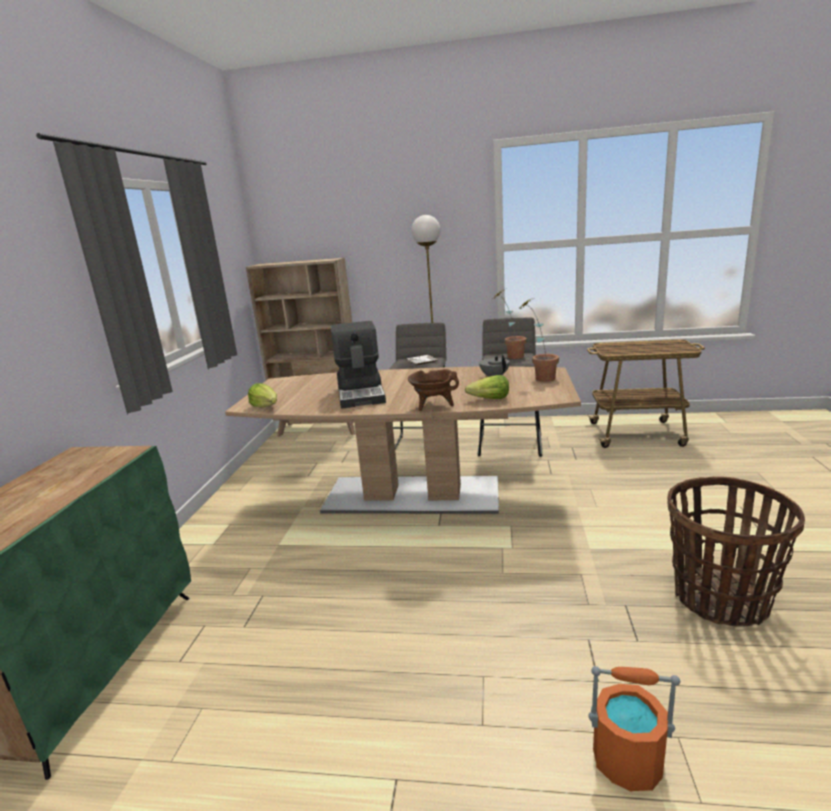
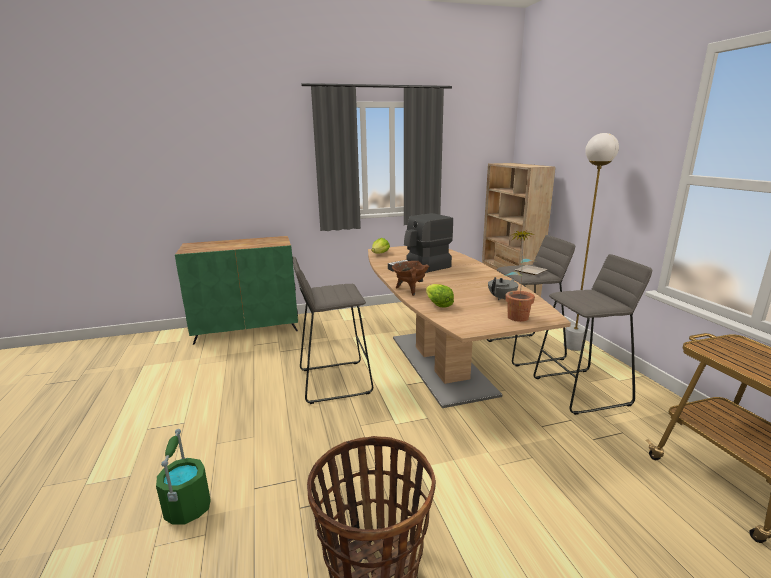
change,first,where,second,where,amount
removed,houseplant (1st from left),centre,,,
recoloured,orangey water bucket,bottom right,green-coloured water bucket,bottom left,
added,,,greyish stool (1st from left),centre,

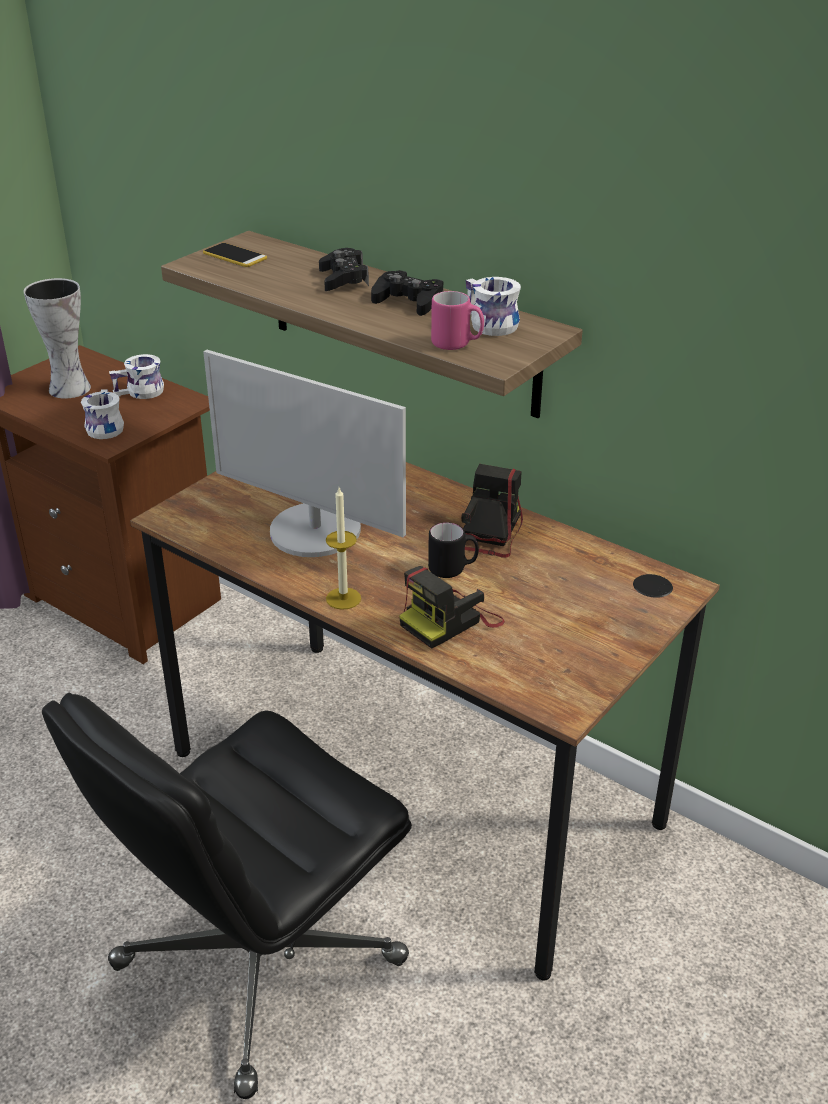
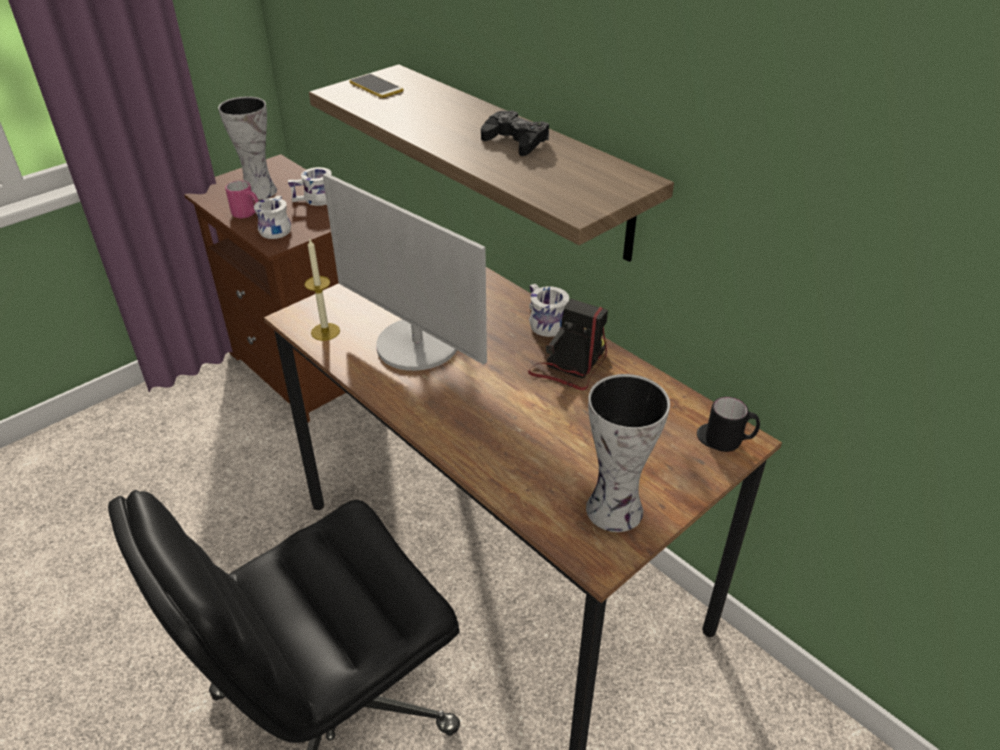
change,first,where,second,where,amount
removed,blackish joypad (1st from left),top centre,,,
moved,white-coloured coffee mug (3rd from left),top centre,,centre,
moved,pink-coloured coffee mug,top centre,,top left,
moved,wax light,centre,,middle left,
moved,blackish coffee mug,centre,,middle right,
removed,photo camera (1st from left),centre,,,
added,,,vase (2nd from left),centre,

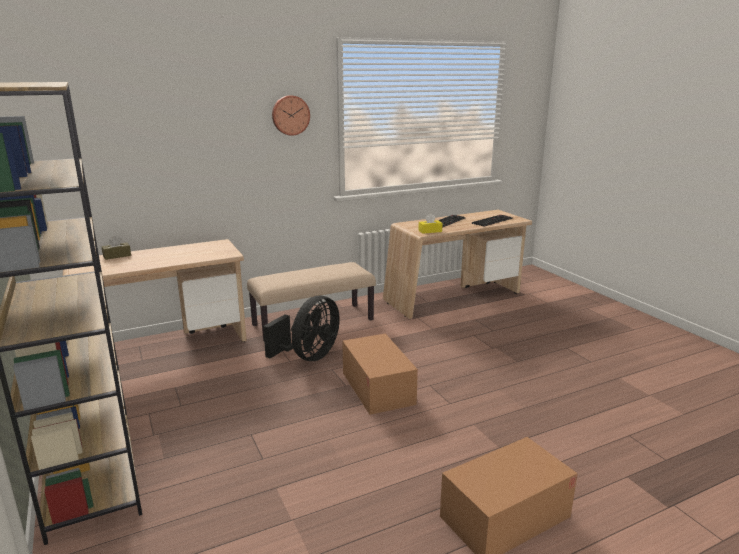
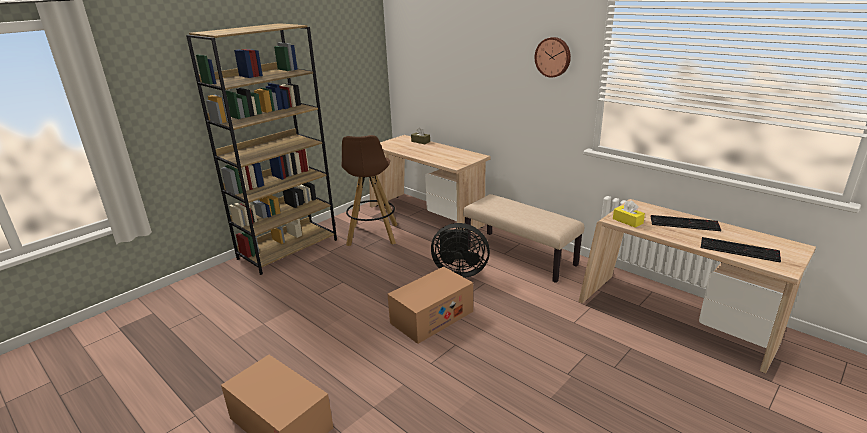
change,first,where,second,where,amount
added,,,brown stool,centre,

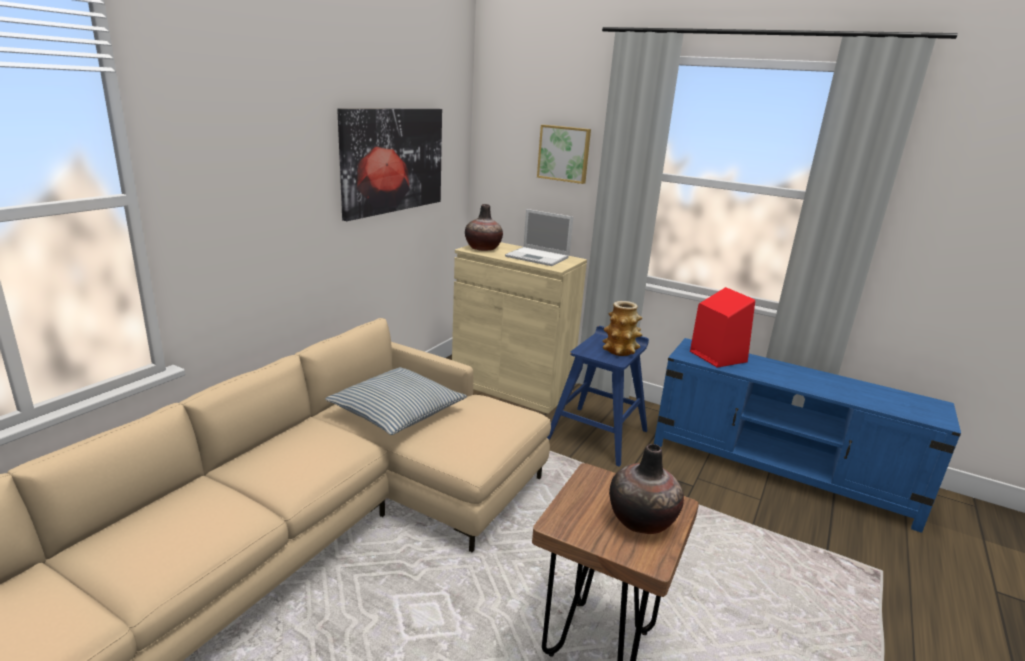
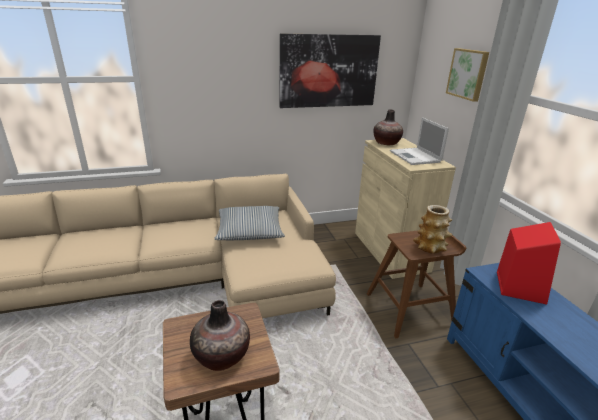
change,first,where,second,where,amount
recoloured,blue stool,centre,brown stool (2nd from left),bottom right,

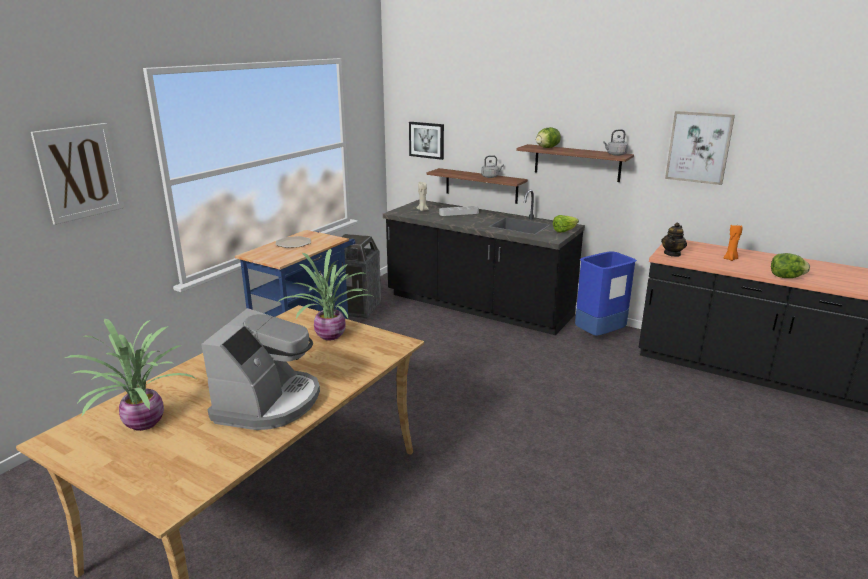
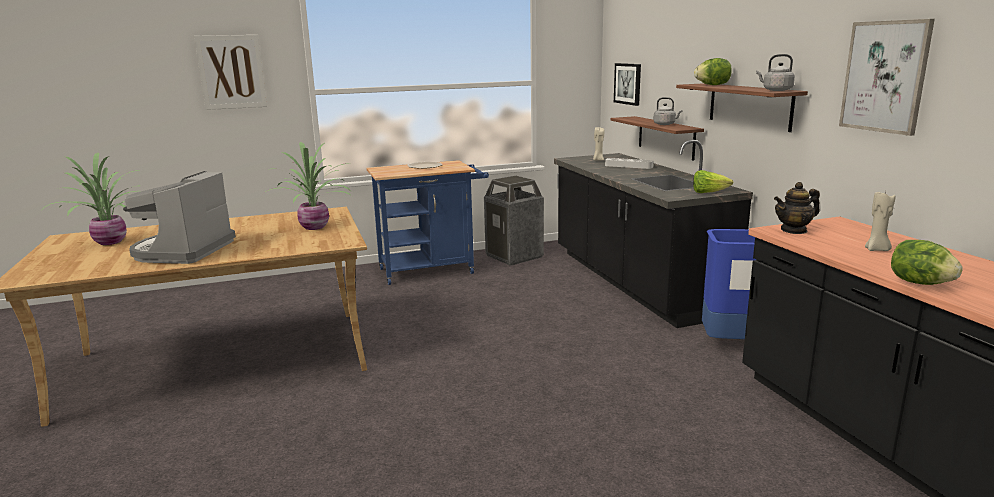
change,first,where,second,where,amount
recoloured,orangey wax light,middle right,beige-coloured wax light (2nd from left),middle right,
turned,coffee maker,middle left,,middle left,135 degrees clockwise

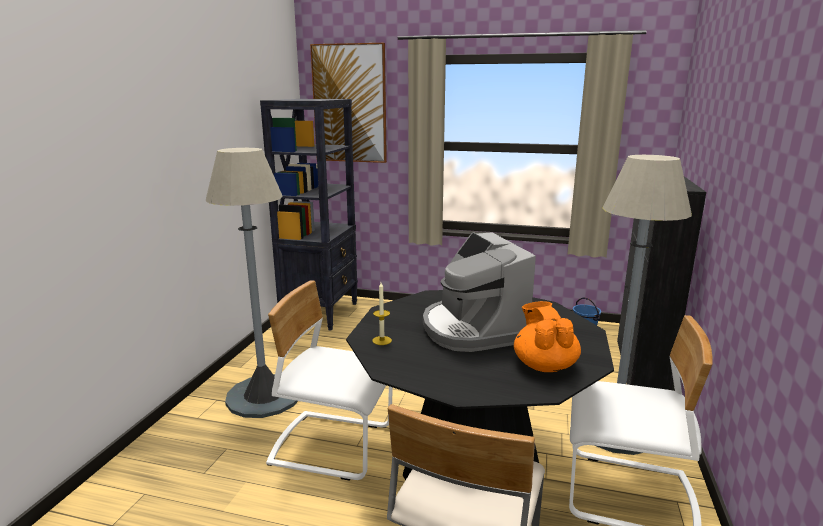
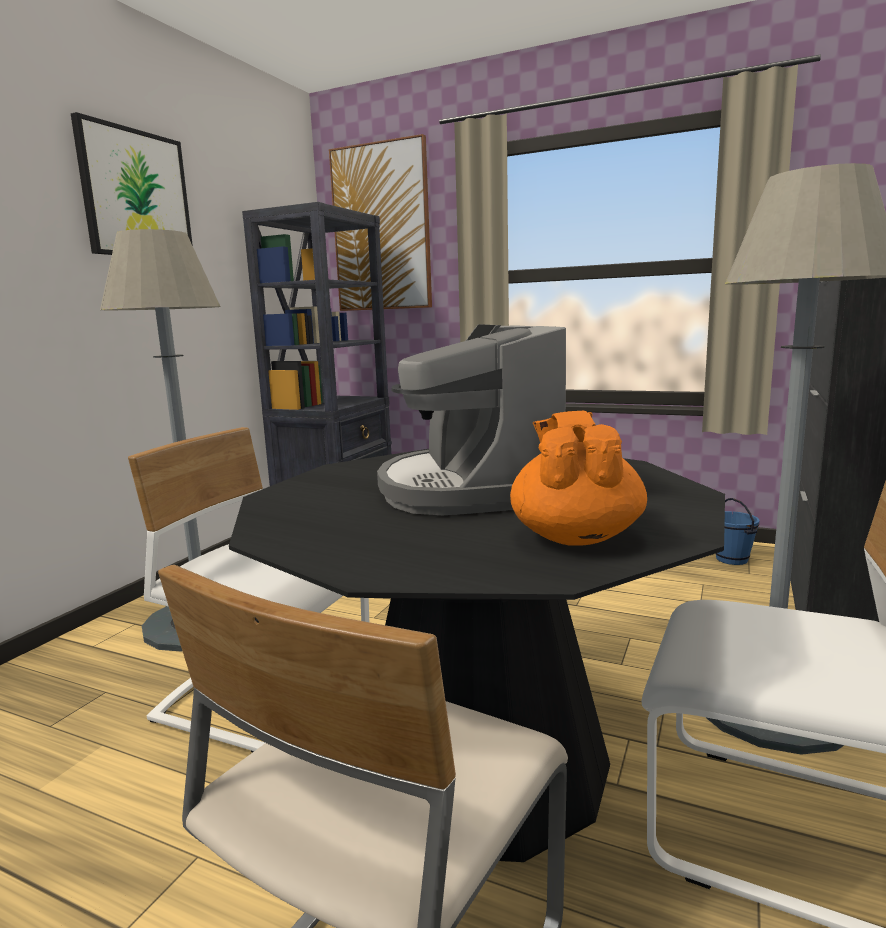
change,first,where,second,where,amount
removed,wax light,centre,,,
added,,,wall art (1st from left),top left,

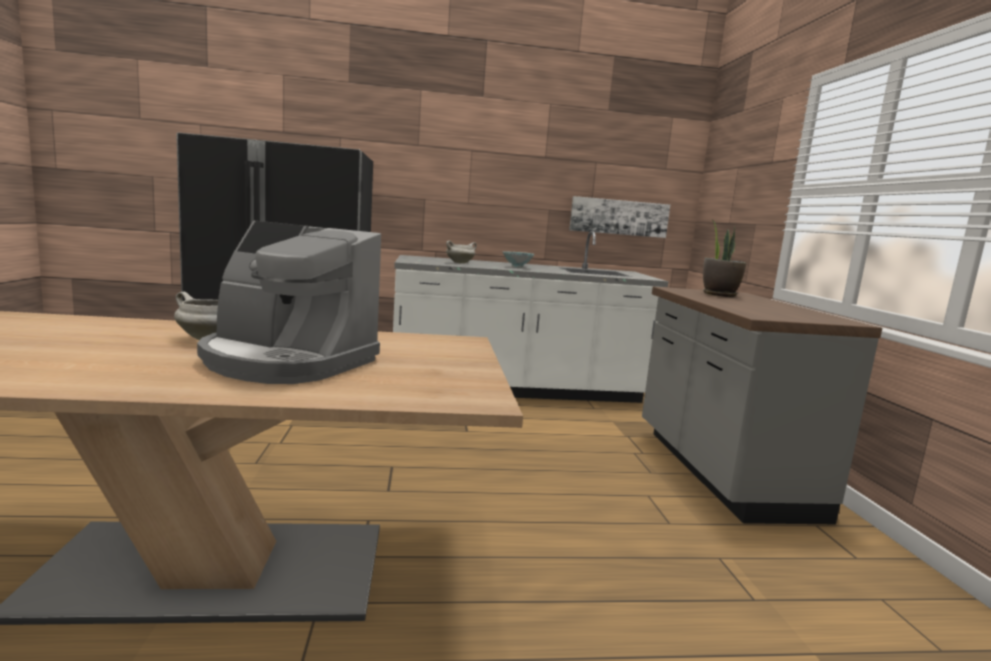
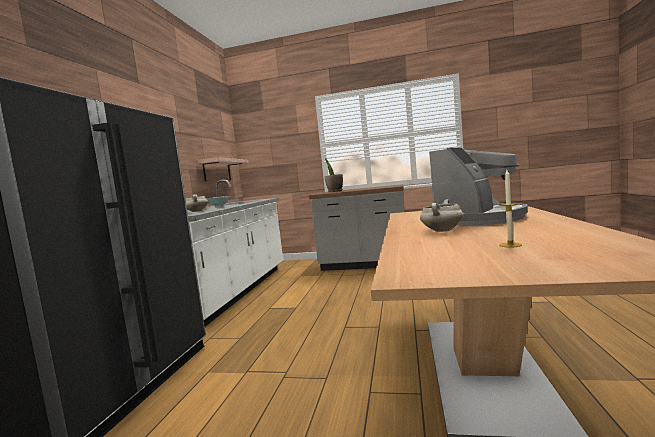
change,first,where,second,where,amount
replaced,wall art,top centre,bracket shelf,centre,
added,,,wax light,middle right,

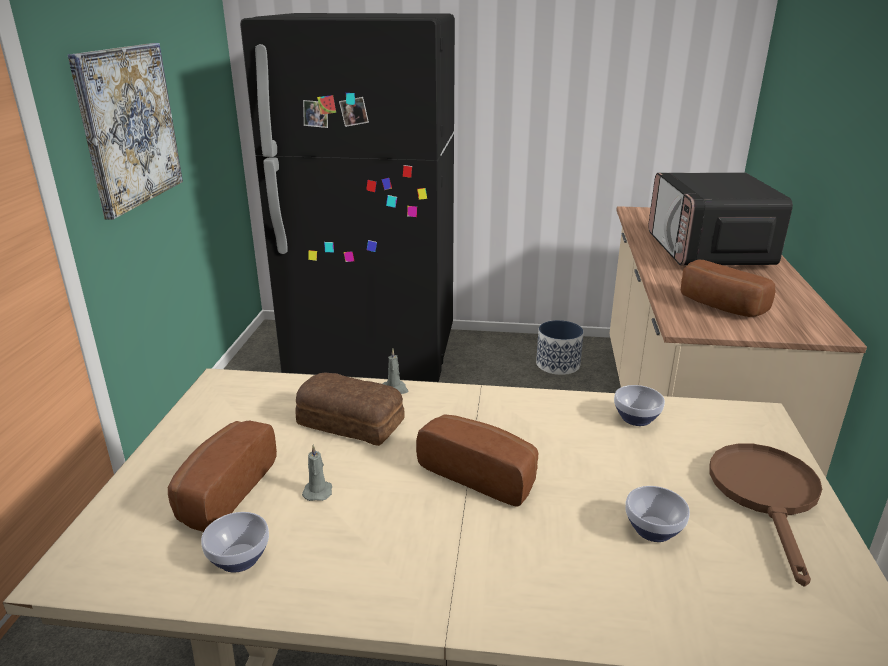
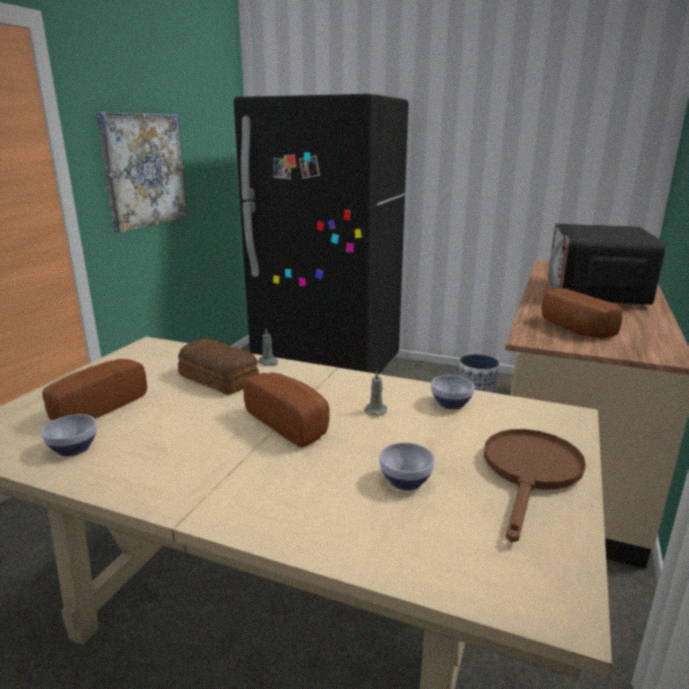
change,first,where,second,where,amount
moved,greyish wax light (1st from left in the first image),bottom centre,greyish wax light (2nd from left),centre,

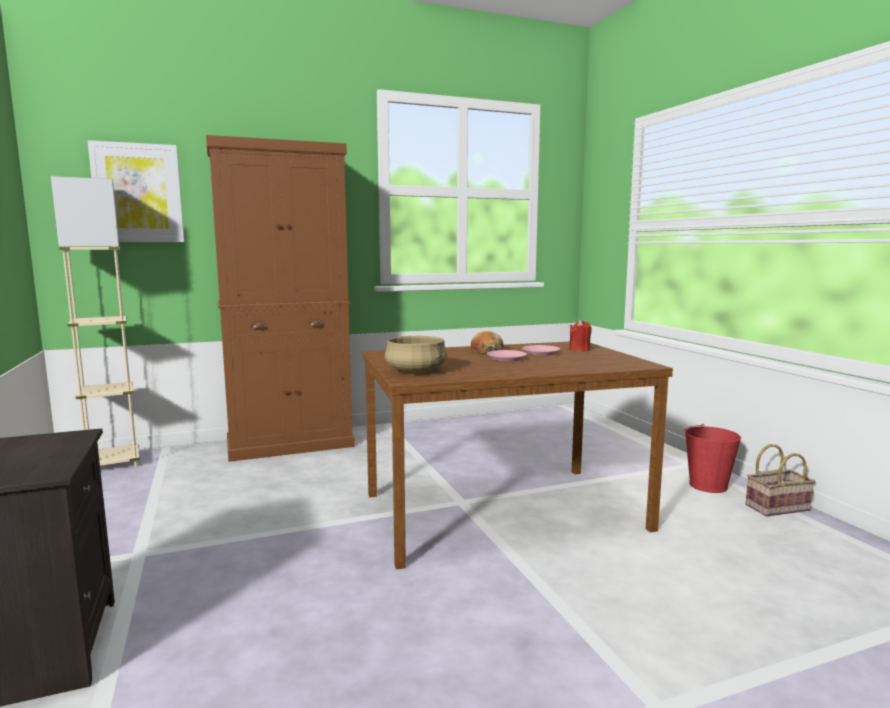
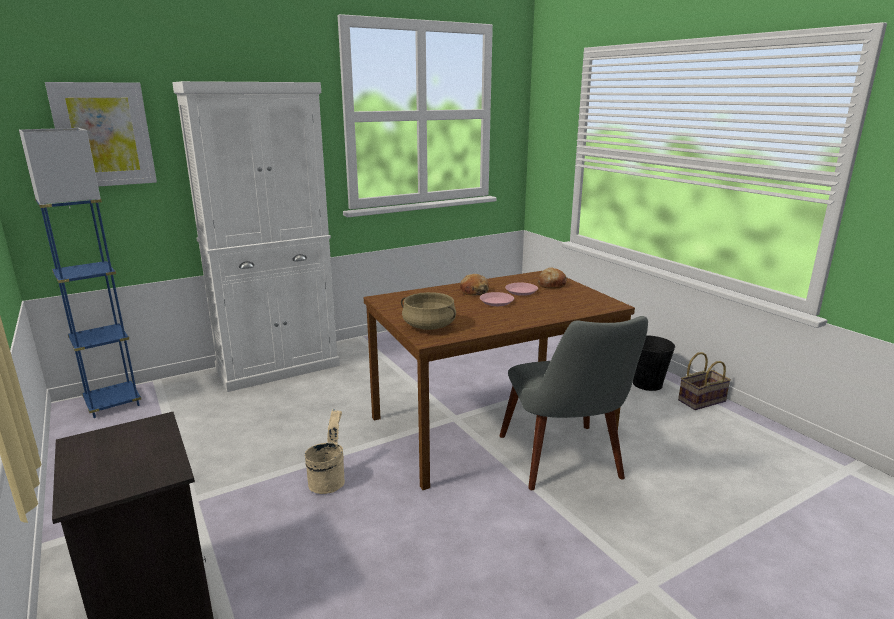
change,first,where,second,where,amount
recoloured,brown cabinet,middle left,white-coloured cabinet,middle left,
recoloured,beige-coloured standard lamp,middle left,blue standard lamp,middle left,
replaced,red wax light,centre,bakery bread (2nd from left),centre,
recoloured,red water bucket,middle right,blackish water bucket,middle right,
added,,,greyish chair,centre,
added,,,beige-coloured water bucket,bottom centre,

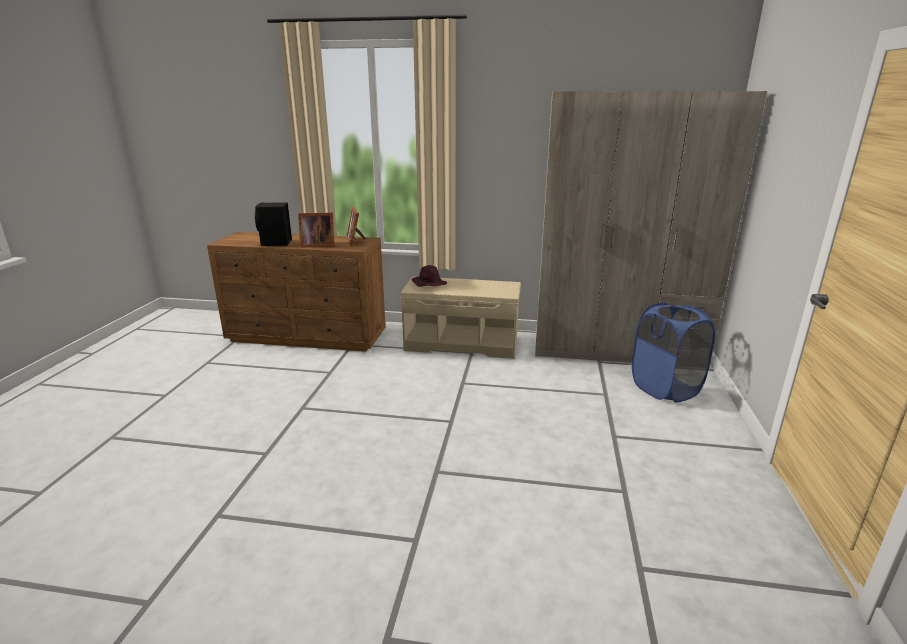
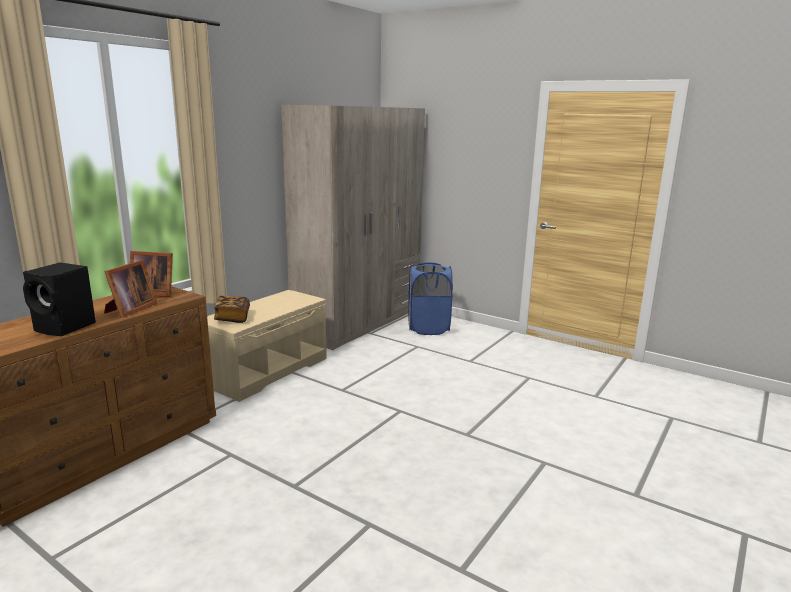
change,first,where,second,where,amount
replaced,purple-coloured hat,centre,book,middle left,

